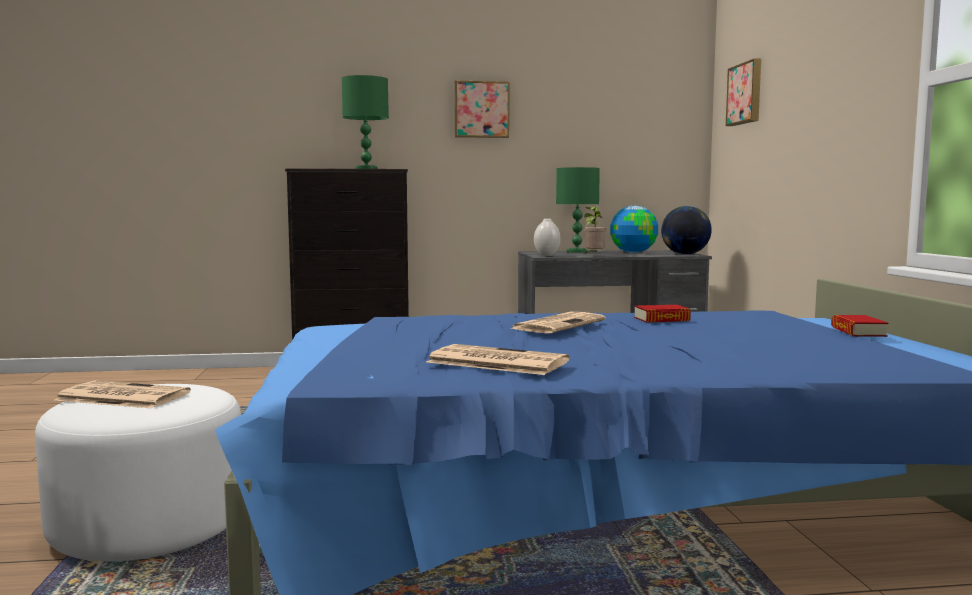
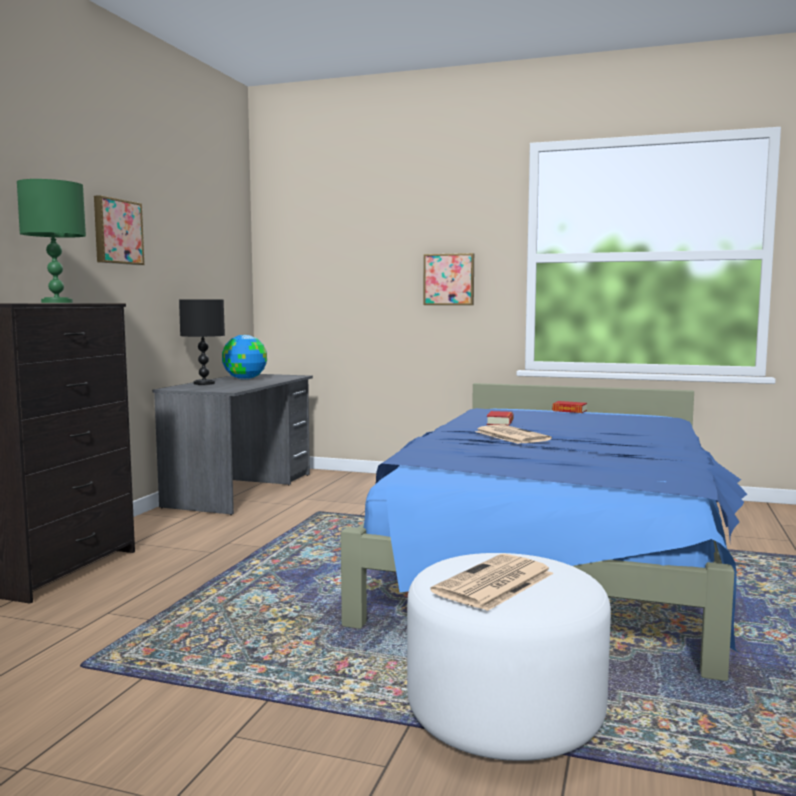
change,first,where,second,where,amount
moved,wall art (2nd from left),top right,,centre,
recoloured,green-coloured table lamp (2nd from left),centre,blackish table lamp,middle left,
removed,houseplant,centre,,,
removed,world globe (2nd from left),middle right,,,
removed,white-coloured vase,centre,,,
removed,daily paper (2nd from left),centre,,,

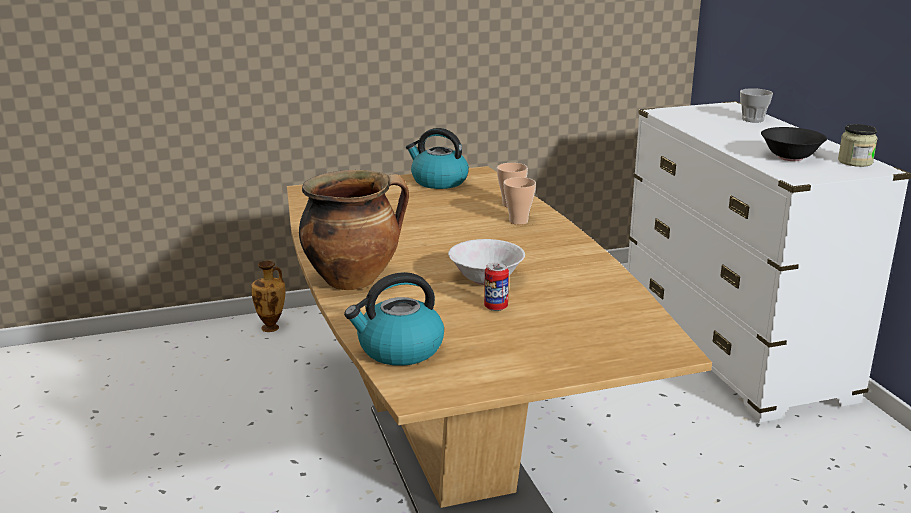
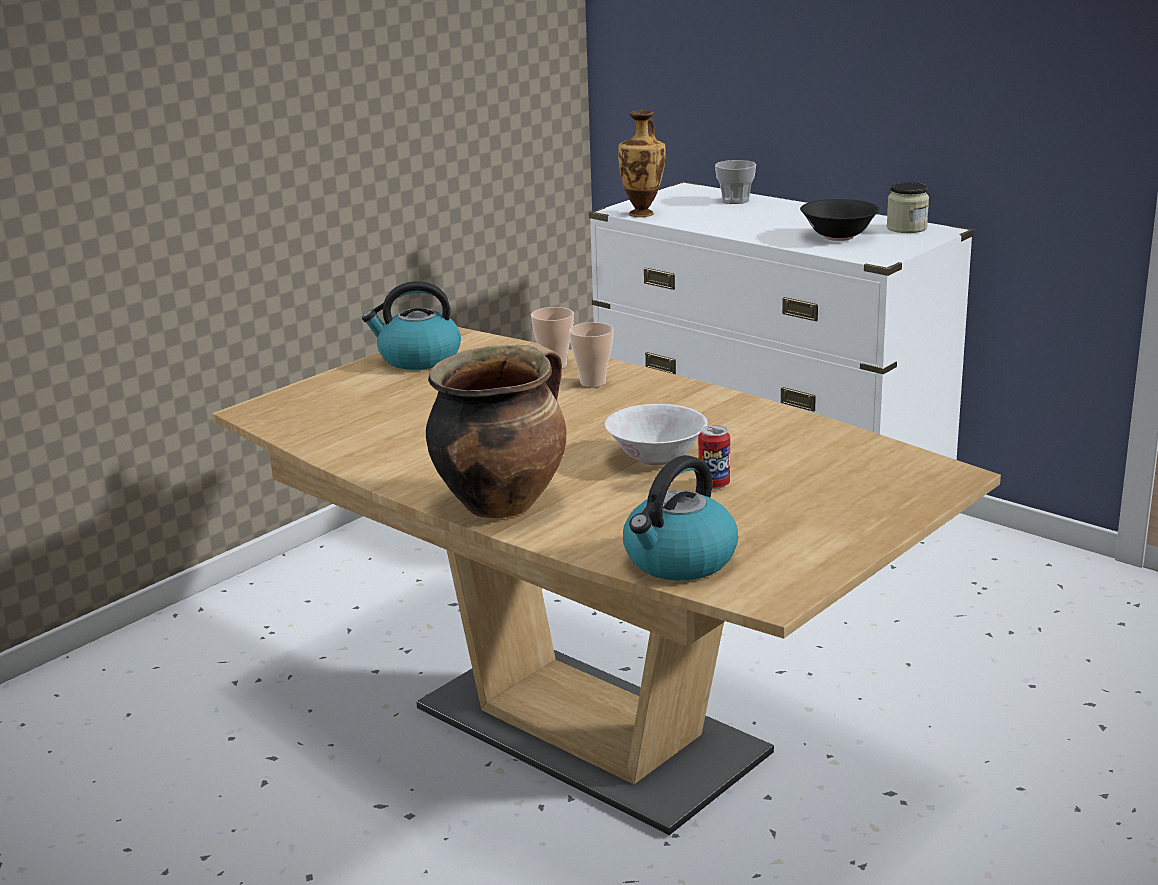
change,first,where,second,where,amount
moved,vase,middle left,,top centre,

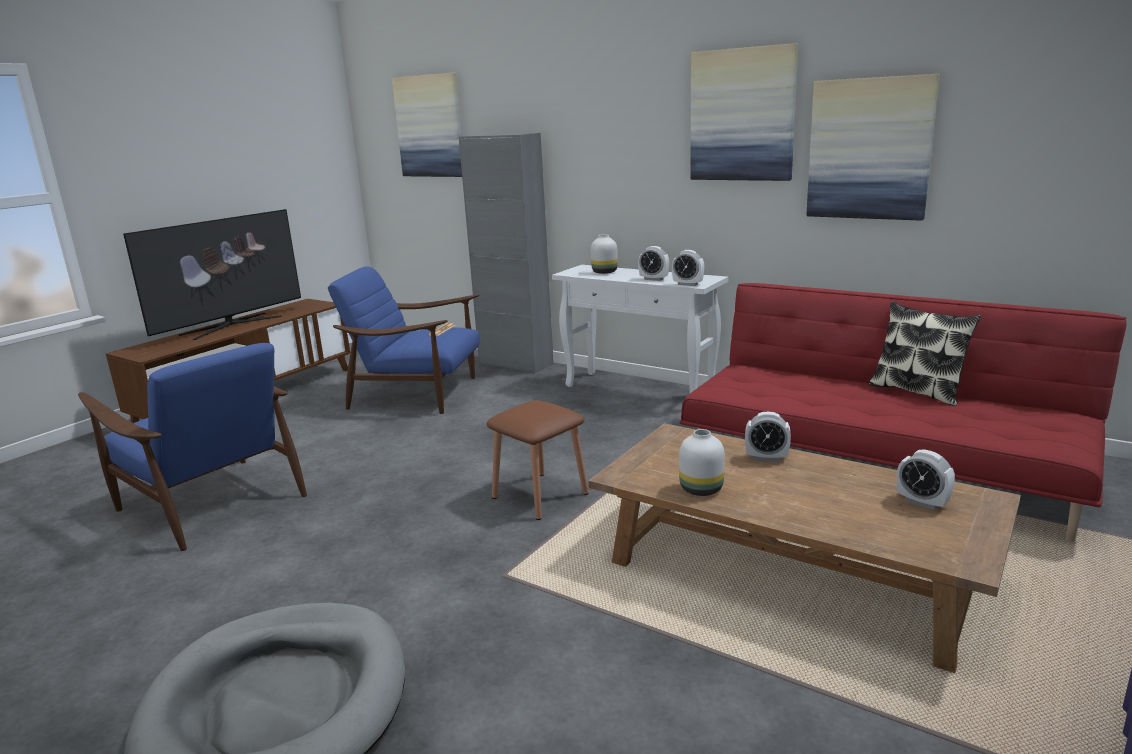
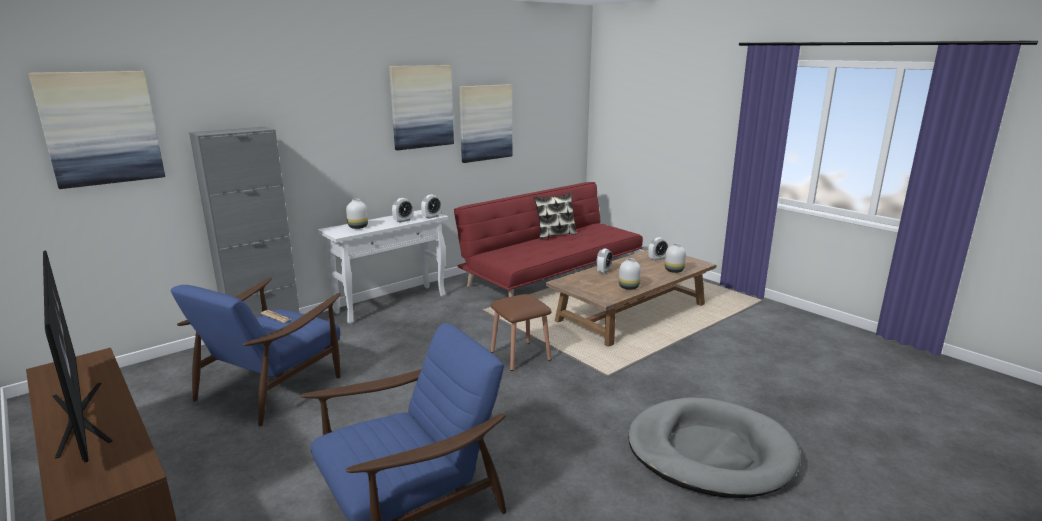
change,first,where,second,where,amount
added,,,white-coloured vase (3rd from left),centre,

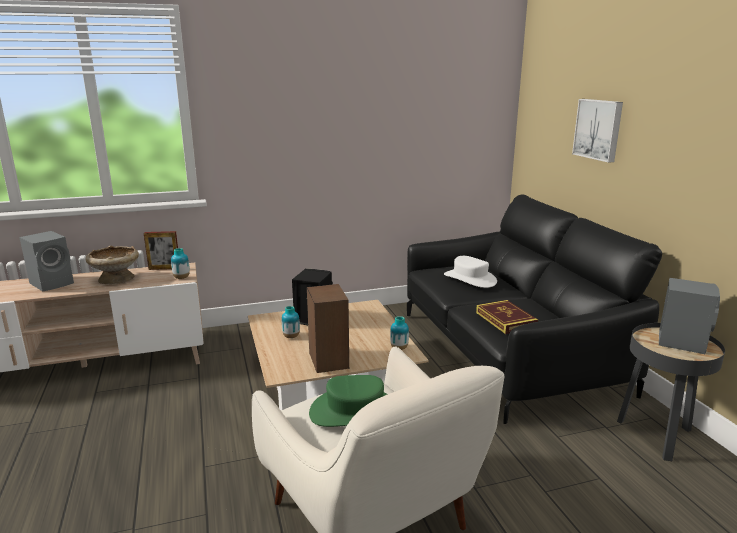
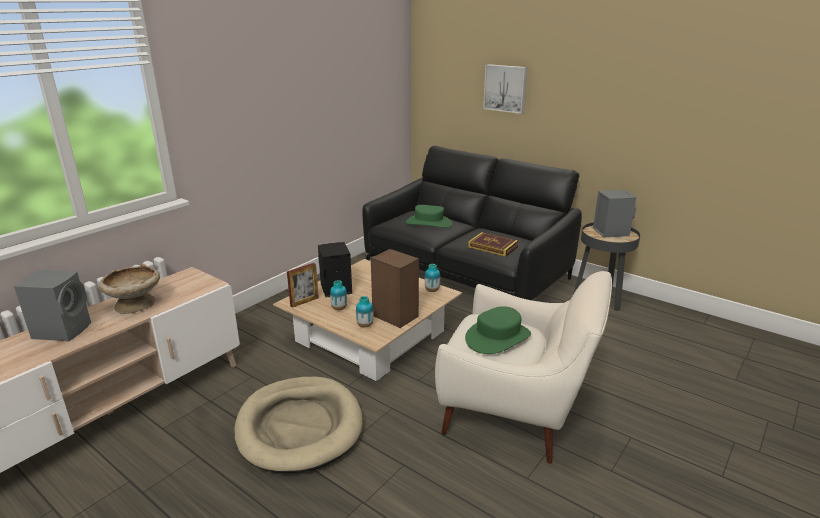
change,first,where,second,where,amount
moved,photo frame,middle left,,centre,
moved,vase (1st from left in the first image),middle left,vase (2nd from left),centre,
recoloured,white-coloured hat,centre,green-coloured hat (1st from left),centre,
added,,,beige-coloured dog bed,bottom centre,

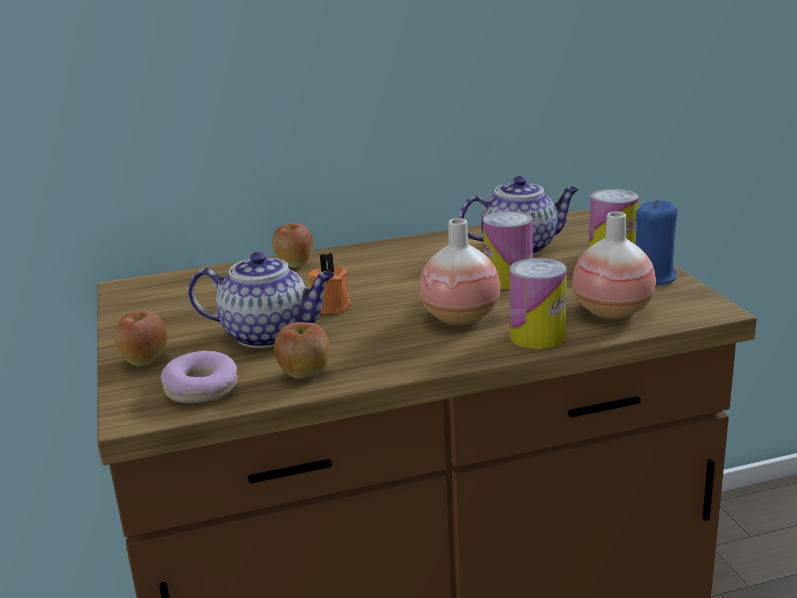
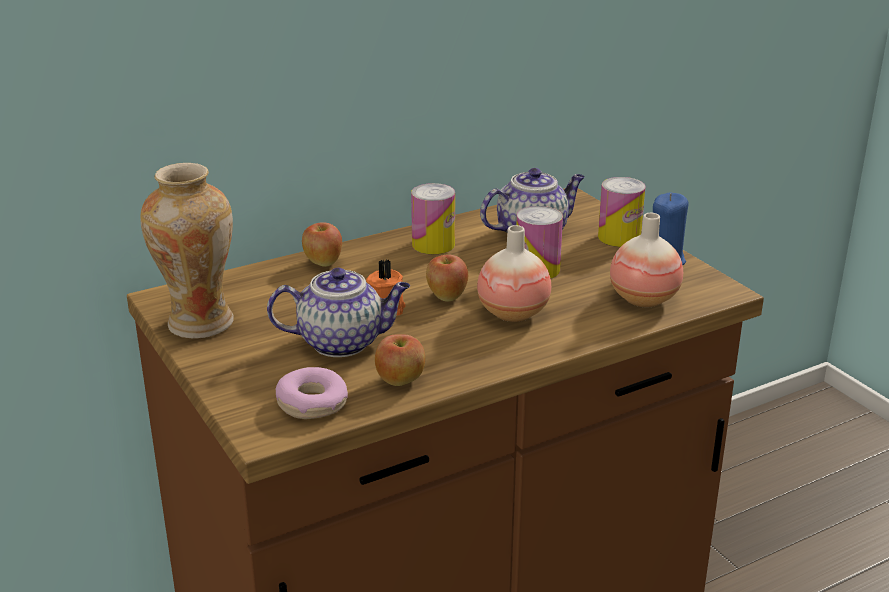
change,first,where,second,where,amount
moved,metal can (2nd from left in the first image),middle right,metal can (1st from left),centre,
moved,apple fruit (1st from left in the first image),middle left,apple fruit (3rd from left),centre,
added,,,vase (1st from left),middle left,

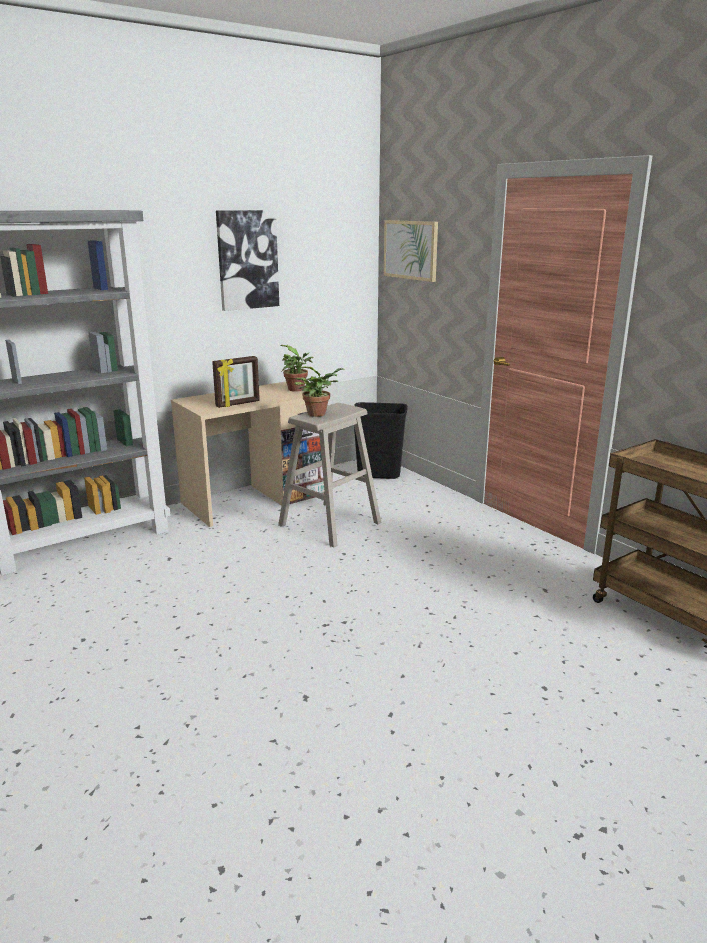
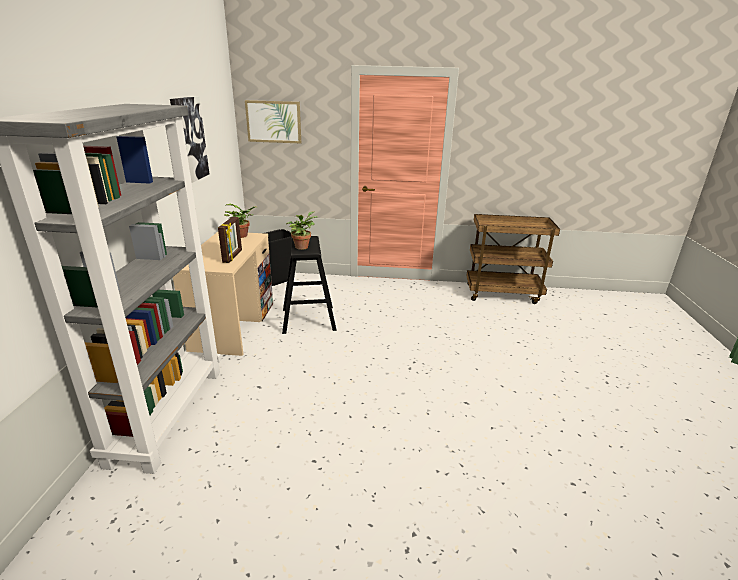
change,first,where,second,where,amount
recoloured,beige-coloured stool,centre,blackish stool,centre,

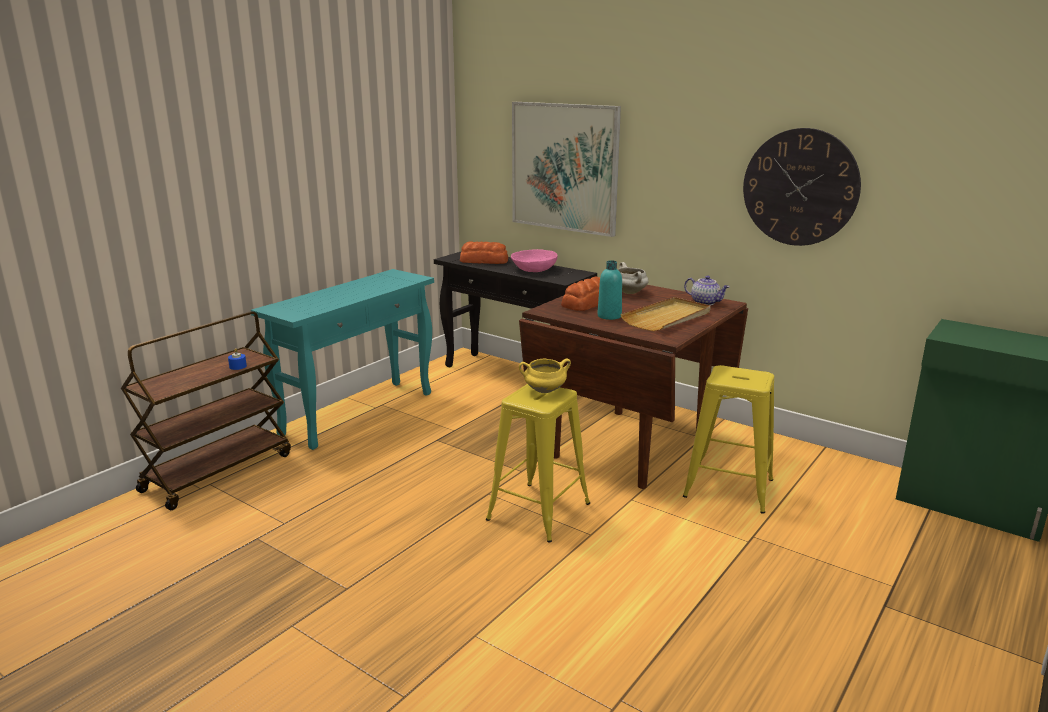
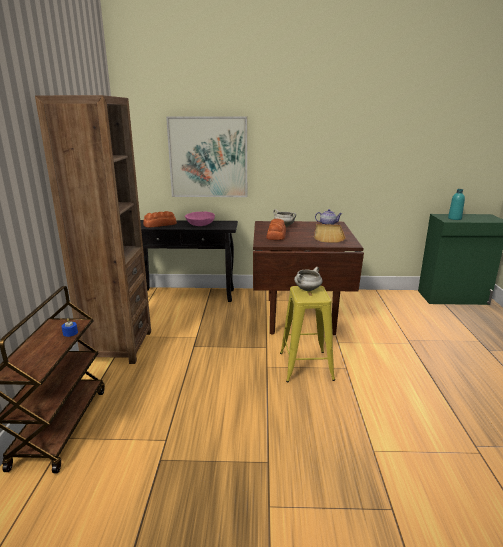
change,first,where,second,where,amount
removed,hanging clock,top right,,,
moved,turquoise beverage bottle,centre,,middle right,
replaced,turquoise narrow table,middle left,brown bookshelf,middle left,
recoloured,yellow-coloured saucepot,centre,white-coloured saucepot (2nd from left),centre,
removed,yellow-coloured stool (2nd from left),middle right,,,

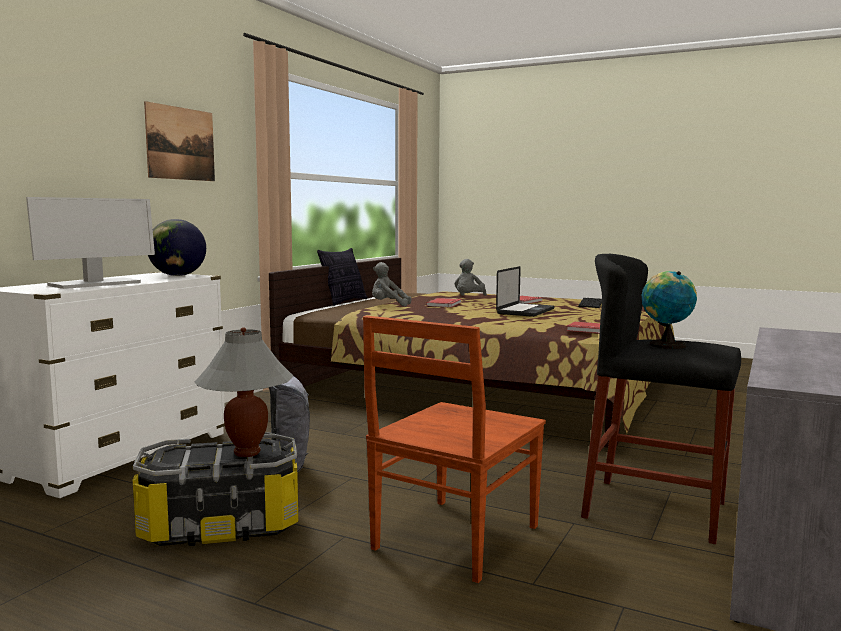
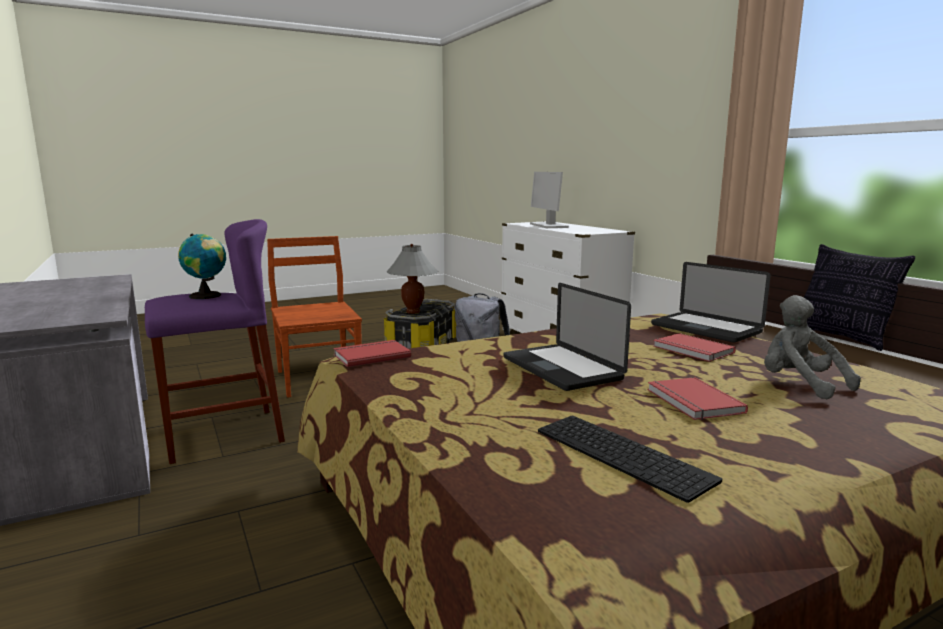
change,first,where,second,where,amount
removed,wall art,top left,,,
removed,world globe (1st from left),middle left,,,
recoloured,blackish stool,middle right,purple-coloured stool,middle left,
replaced,greyish plush toy (1st from left),centre,notebook computer (2nd from left),middle right,

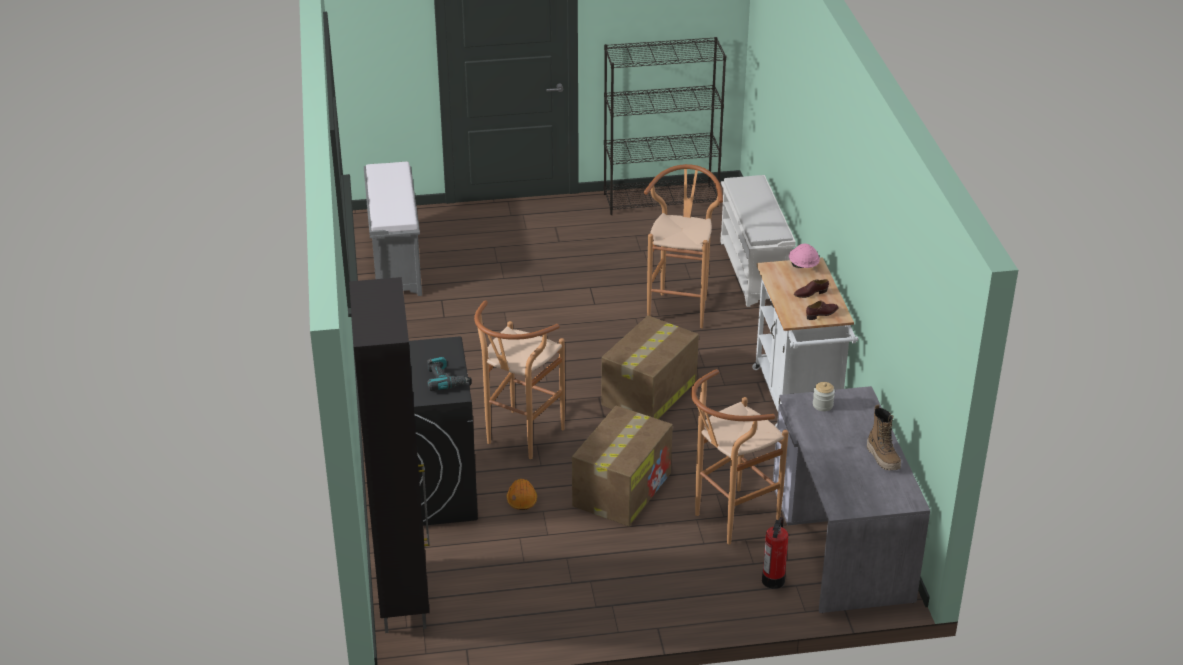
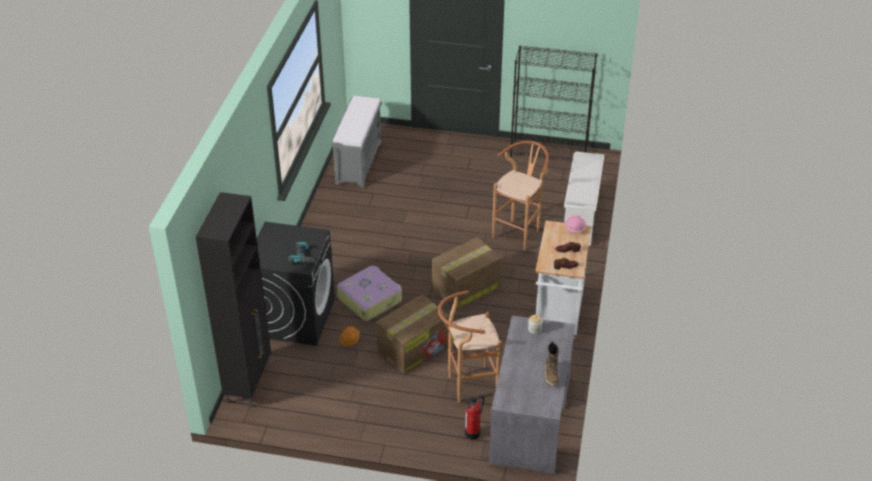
change,first,where,second,where,amount
replaced,brown stool (1st from left),centre,piece of luggage,centre,

